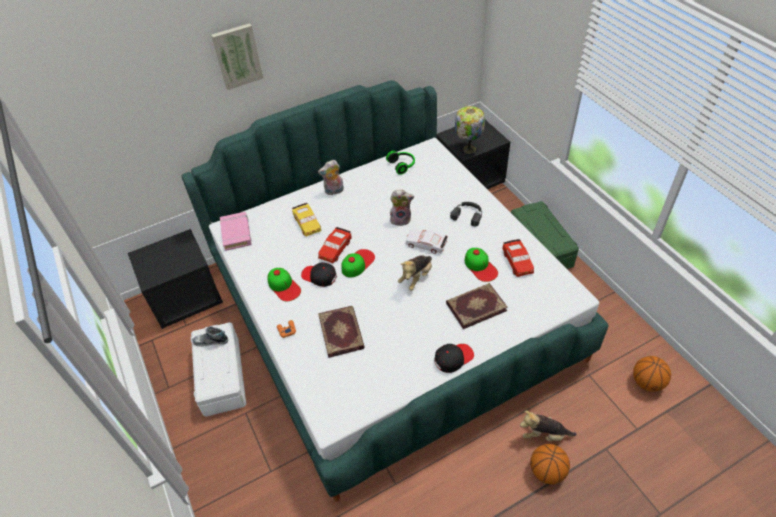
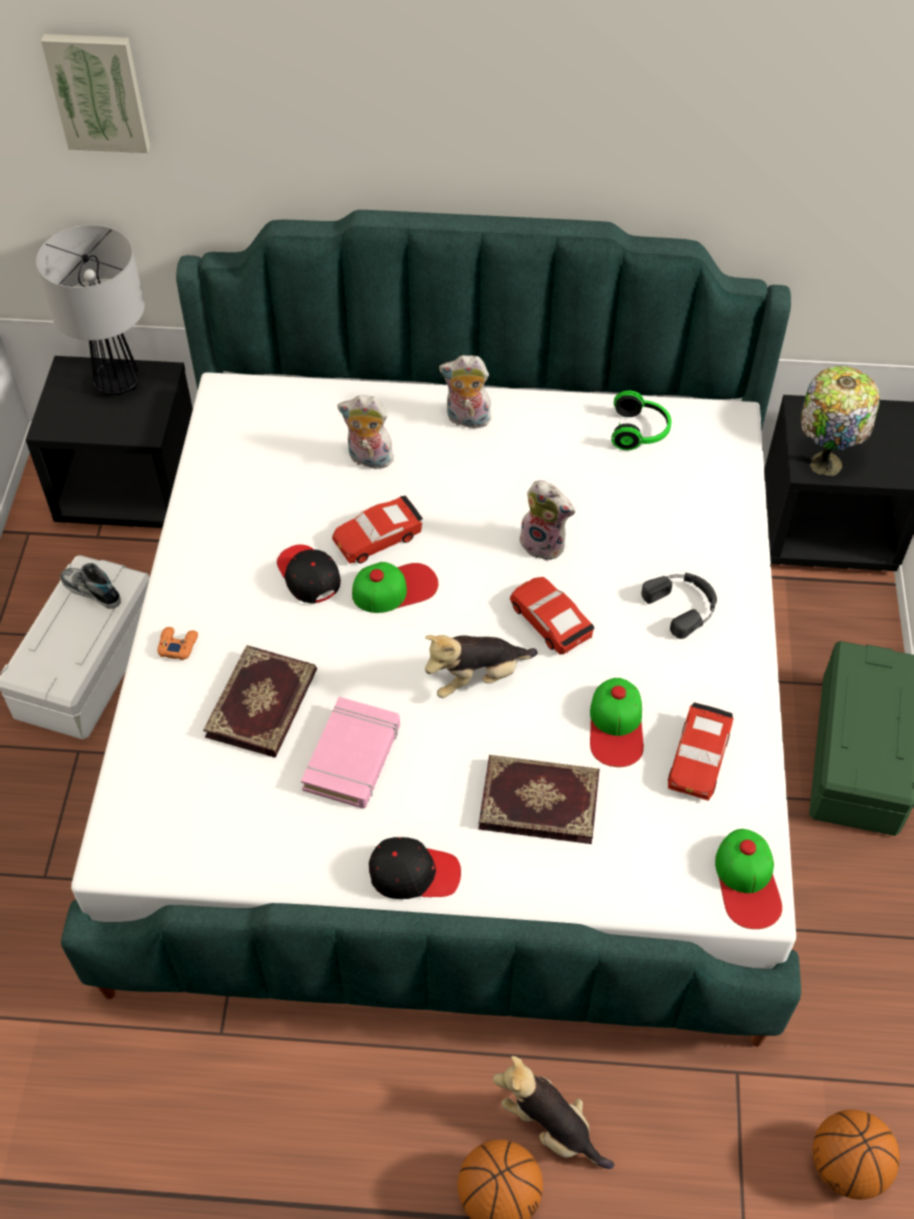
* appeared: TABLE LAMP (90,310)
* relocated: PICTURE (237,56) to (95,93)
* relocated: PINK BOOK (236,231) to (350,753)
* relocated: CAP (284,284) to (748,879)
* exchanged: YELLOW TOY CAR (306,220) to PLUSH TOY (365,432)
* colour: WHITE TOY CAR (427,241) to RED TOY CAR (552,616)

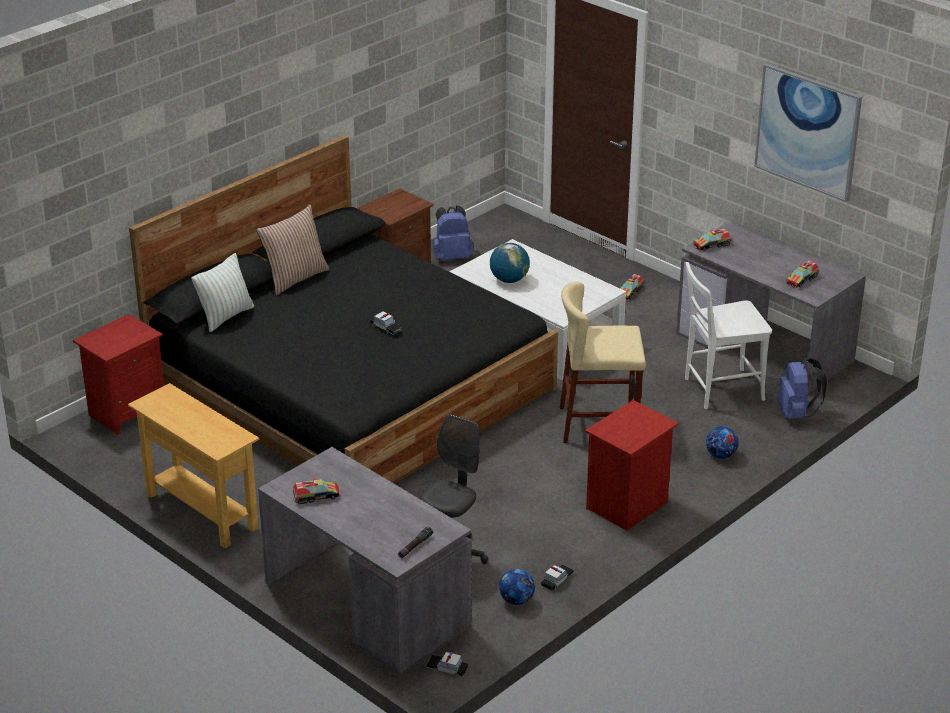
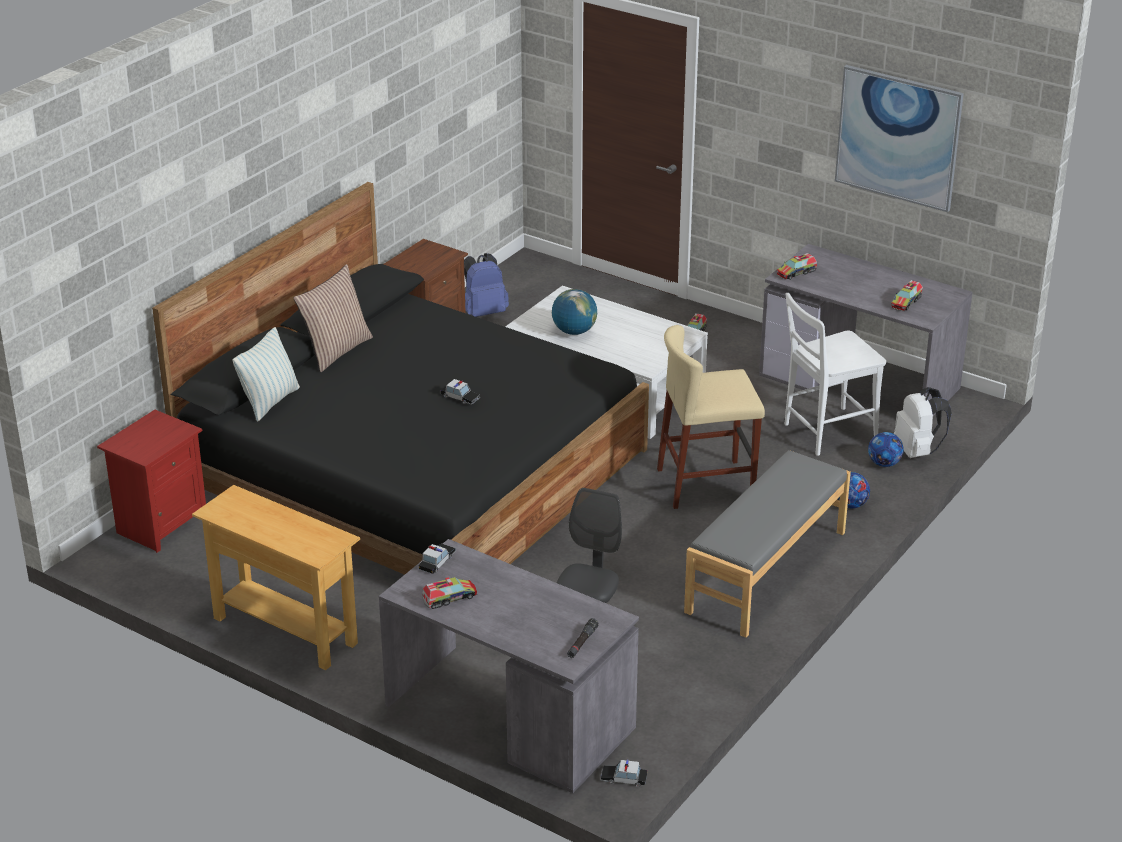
* relocated: FOOTBALL (517,587) to (886,449)
* relocated: TOY CAR (557,577) to (437,558)
* exchanged: RED NIGHTSTAND (632,465) to GREY BENCH (767,544)
* colour: BLUE BACKPACK (802,388) to WHITE BACKPACK (923,422)

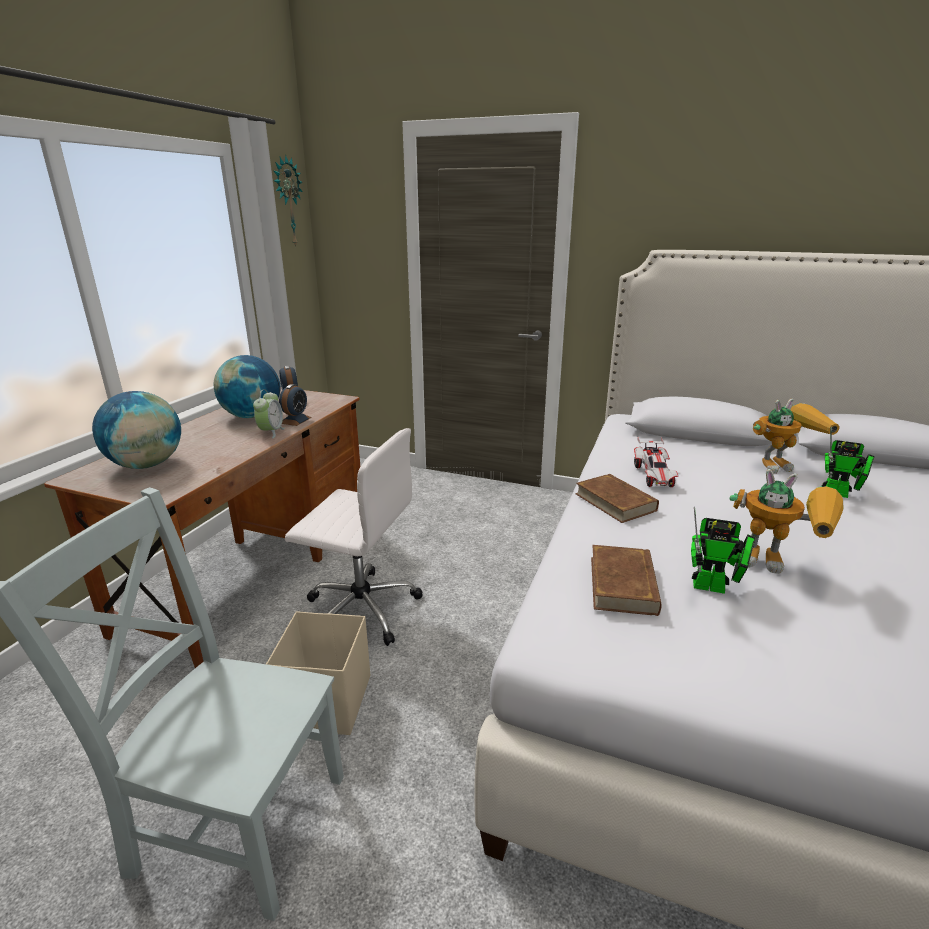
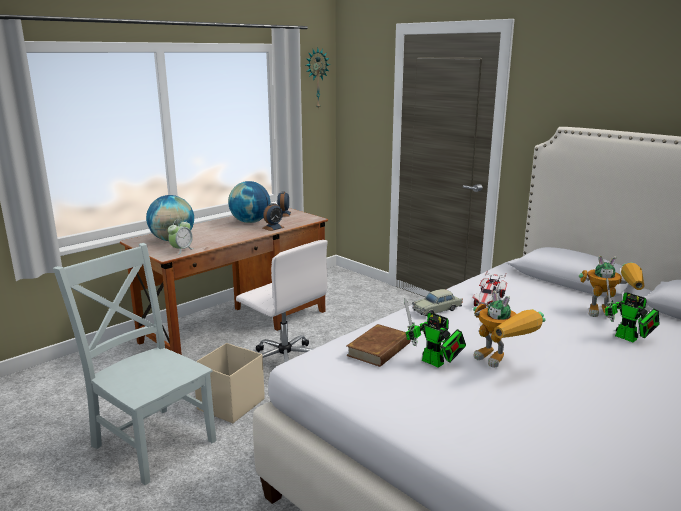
* relocated: ALARM CLOCK (269,413) to (181,236)
* exchanged: BROWN BOOK (617,498) to BEIGE TOY CAR (437,302)

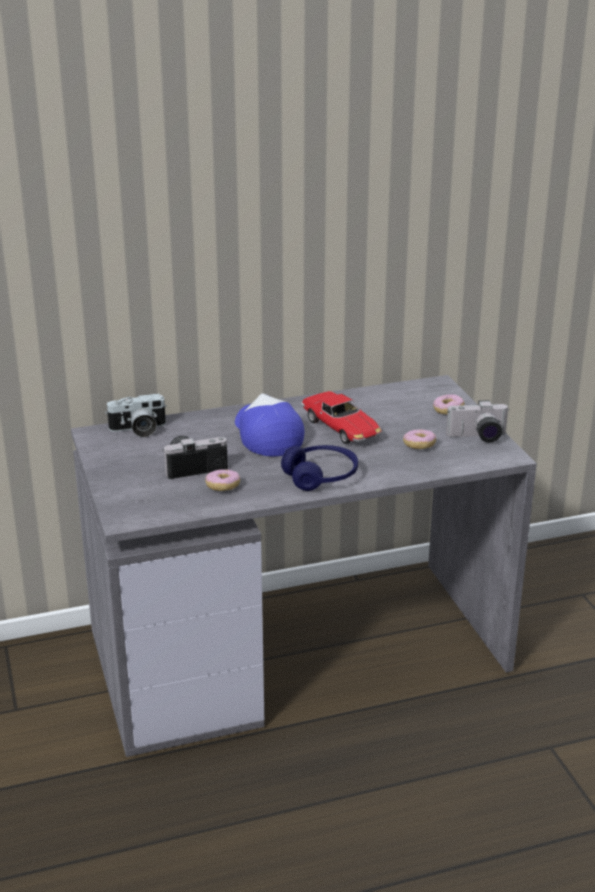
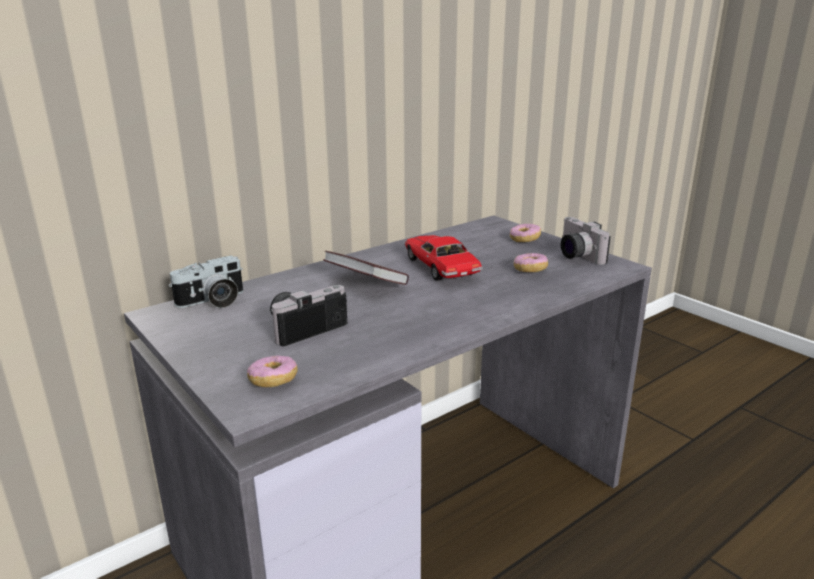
* missing: BLUE HEADPHONES (319,468)
* relocated: DONUT (222,480) to (272,371)
* exchanged: CAP (269,425) to BOOK (366,268)
* spun: TOY CAR (341,417) = (444,258) 150 degrees counterclockwise
* spun: PHOTO CAMERA (477,421) = (586,241) 90 degrees clockwise

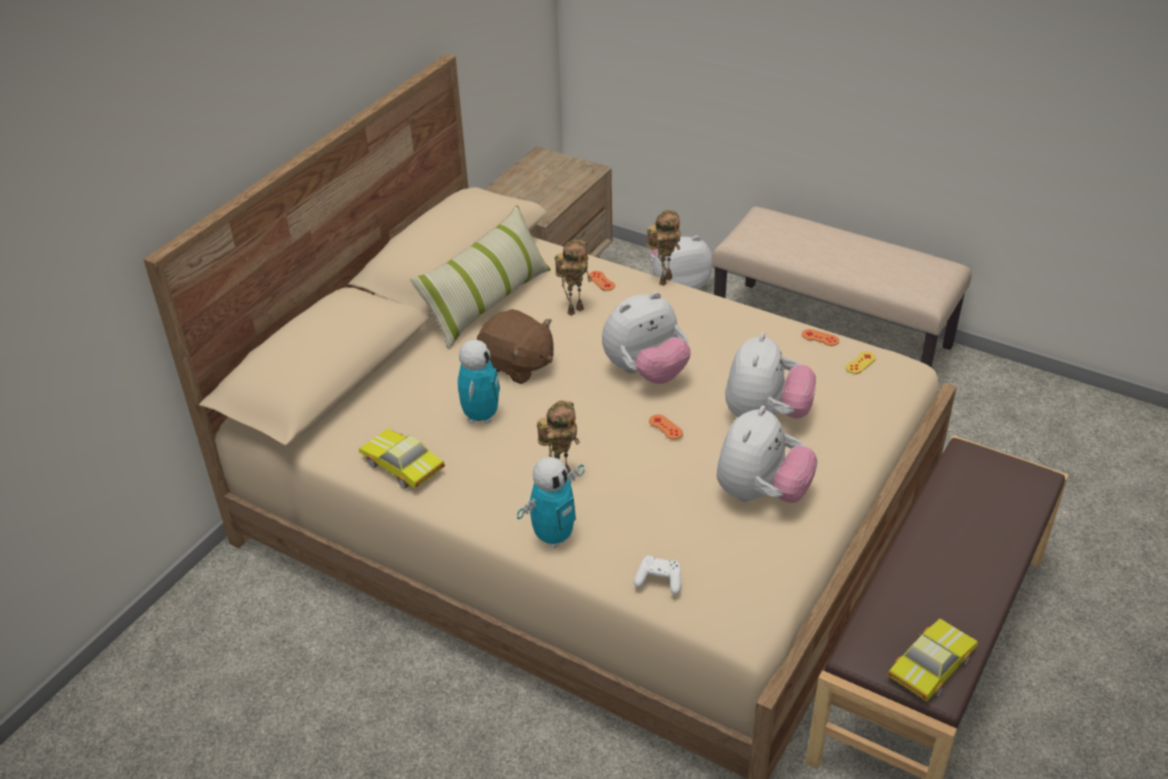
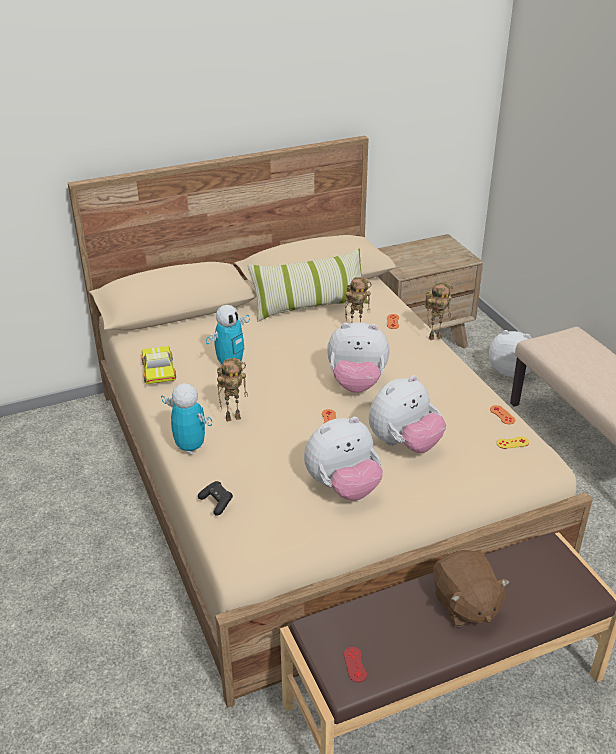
* relocated: BROWN PLUSH TOY (515,346) to (471,588)
* exchanged: TOY CAR (932,660) to RED GAME CONTROLLER (355,664)
* colour: WHITE GAME CONTROLLER (657,575) to BLACK GAME CONTROLLER (215,498)
* spun: TOY ROBOT (551,503) = (186,419) 135 degrees counterclockwise

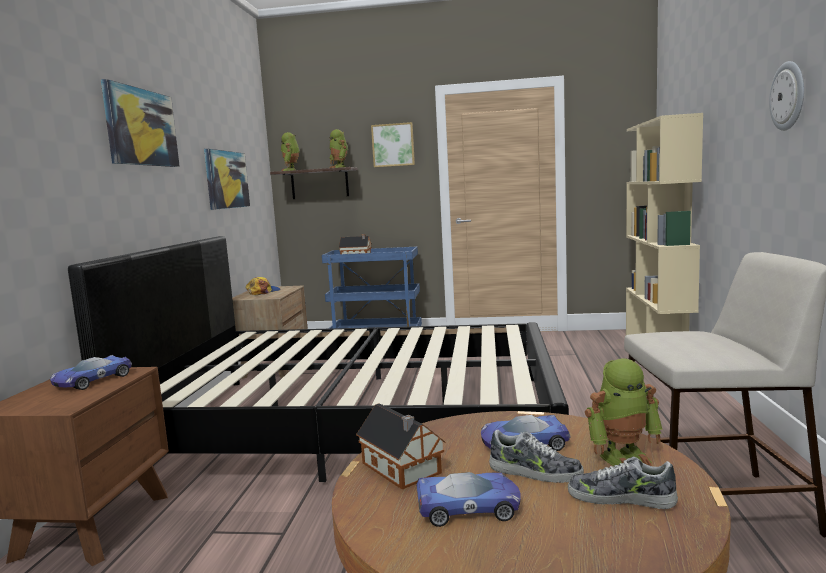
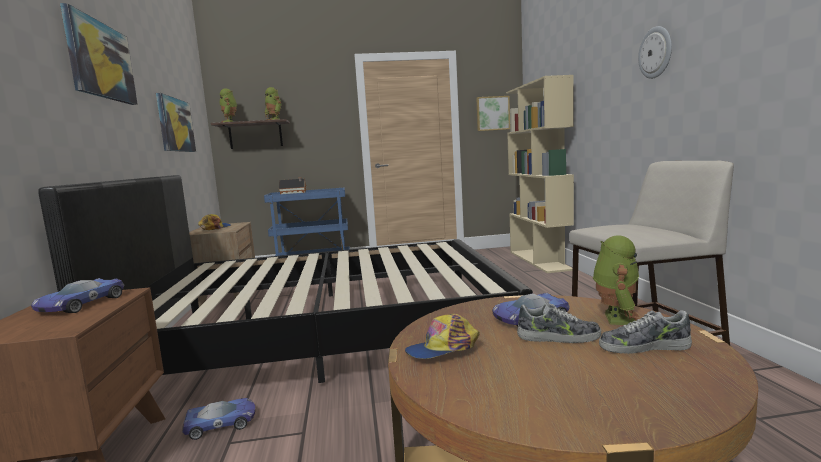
* relocated: PICTURE (393,144) to (493,113)
* relocated: TOY CAR (468,499) to (218,419)
* exchanged: TOY HOUSE (401,446) to CAP (442,336)
* spun: TOY ROBOT (624,412) = (616,280) 45 degrees counterclockwise

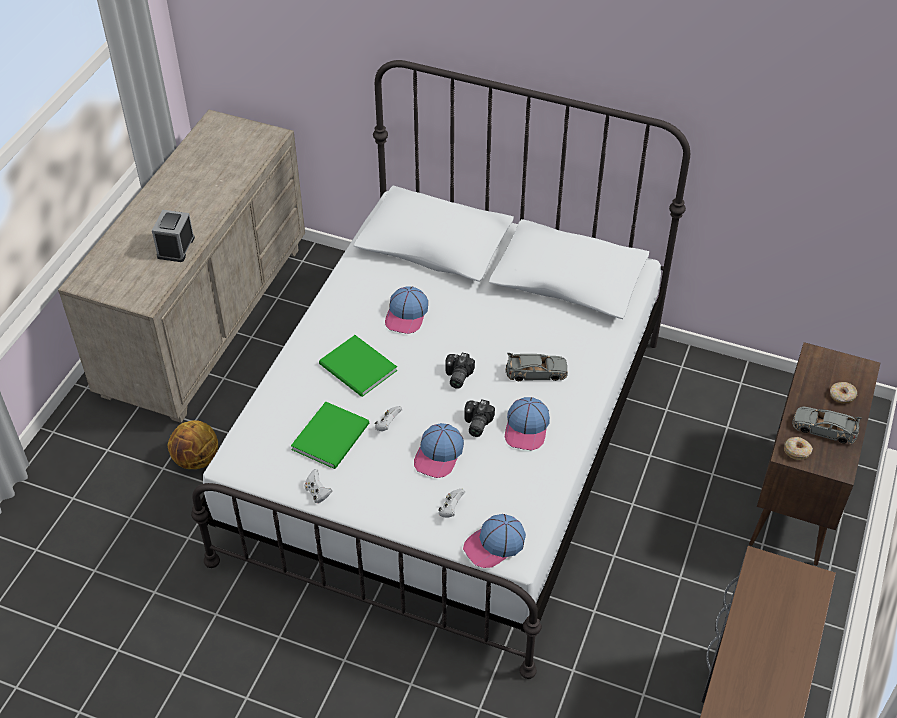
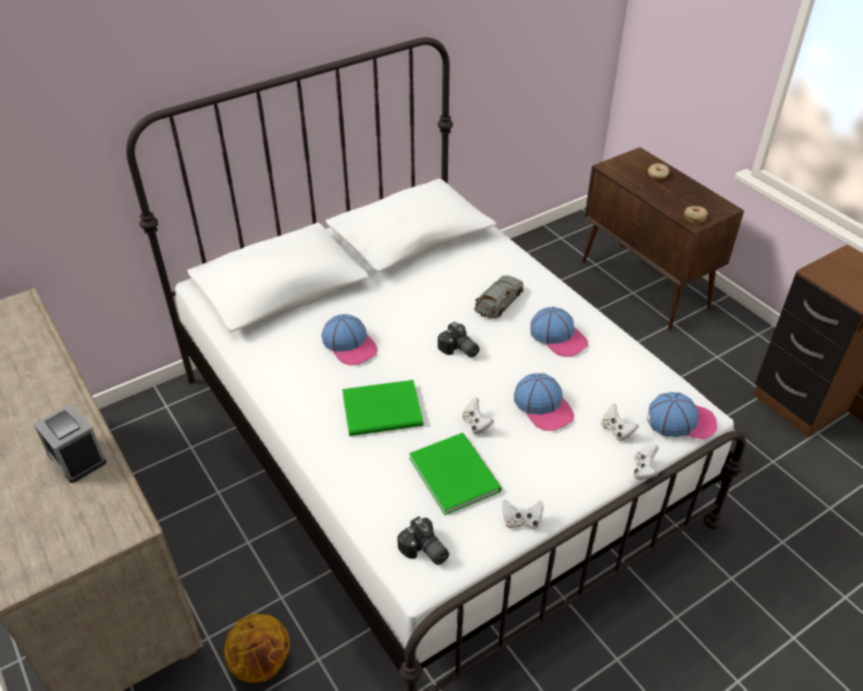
* missing: GREY TOY CAR (827,425)
* appeared: WHITE GAME CONTROLLER (646,462)
* relocated: PHOTO CAMERA (479,418) to (423,540)
* spun: CAP (494,541) = (682,415) 90 degrees counterclockwise

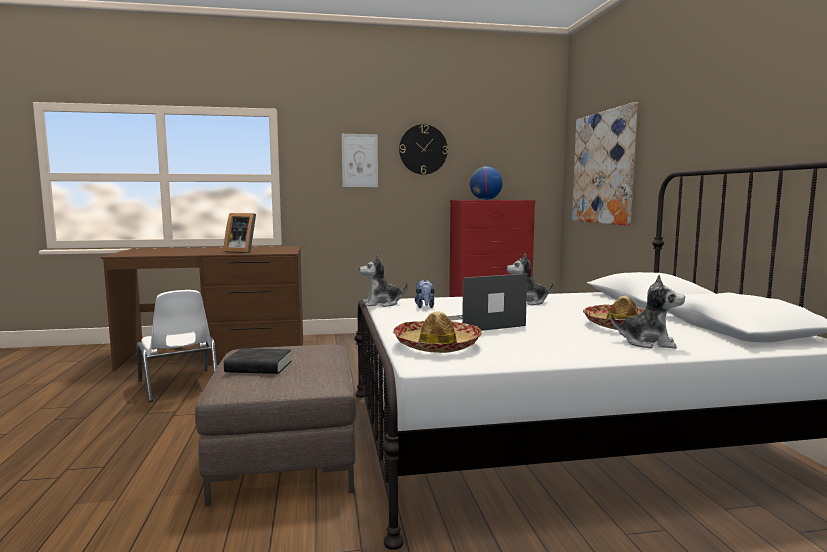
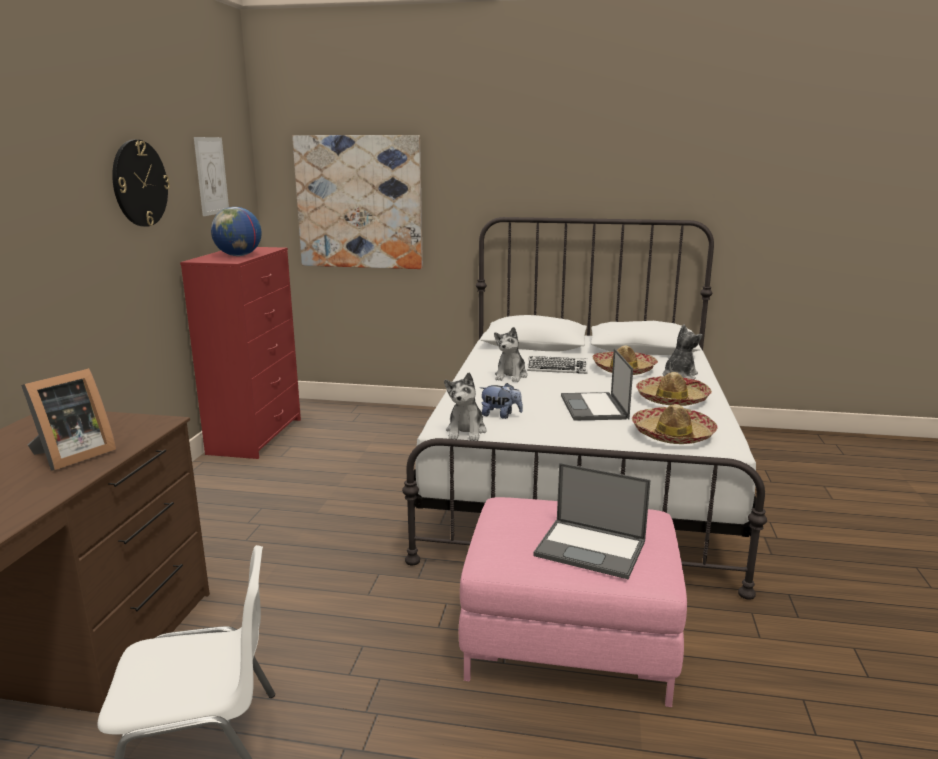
* appeared: KEYBOARD (557,365)
* appeared: HAT (674,389)
* relocated: PICTURE (360,160) to (211,176)
* exchanged: BLACK BOOK (257,361) to LAPTOP (591,521)
* colour: BROWN OTTOMAN (275,426) to PINK OTTOMAN (573,602)

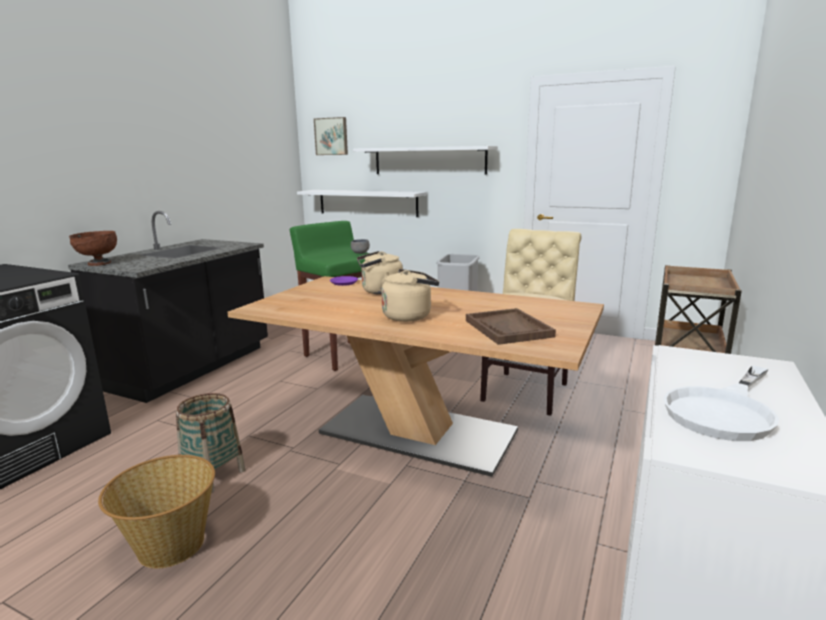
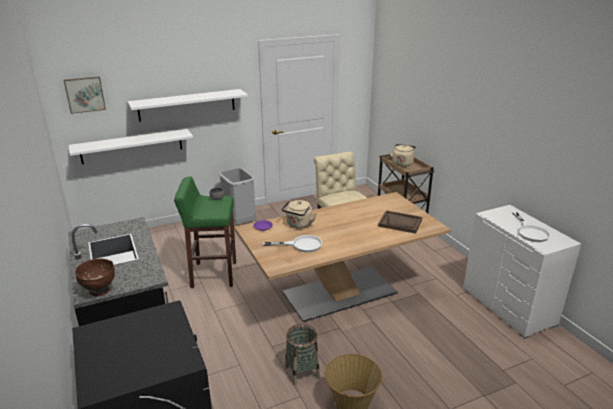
* appeared: WHITE FRYING PAN (292,243)
* relocated: BEIGE KETTLE (410,295) to (402,155)

